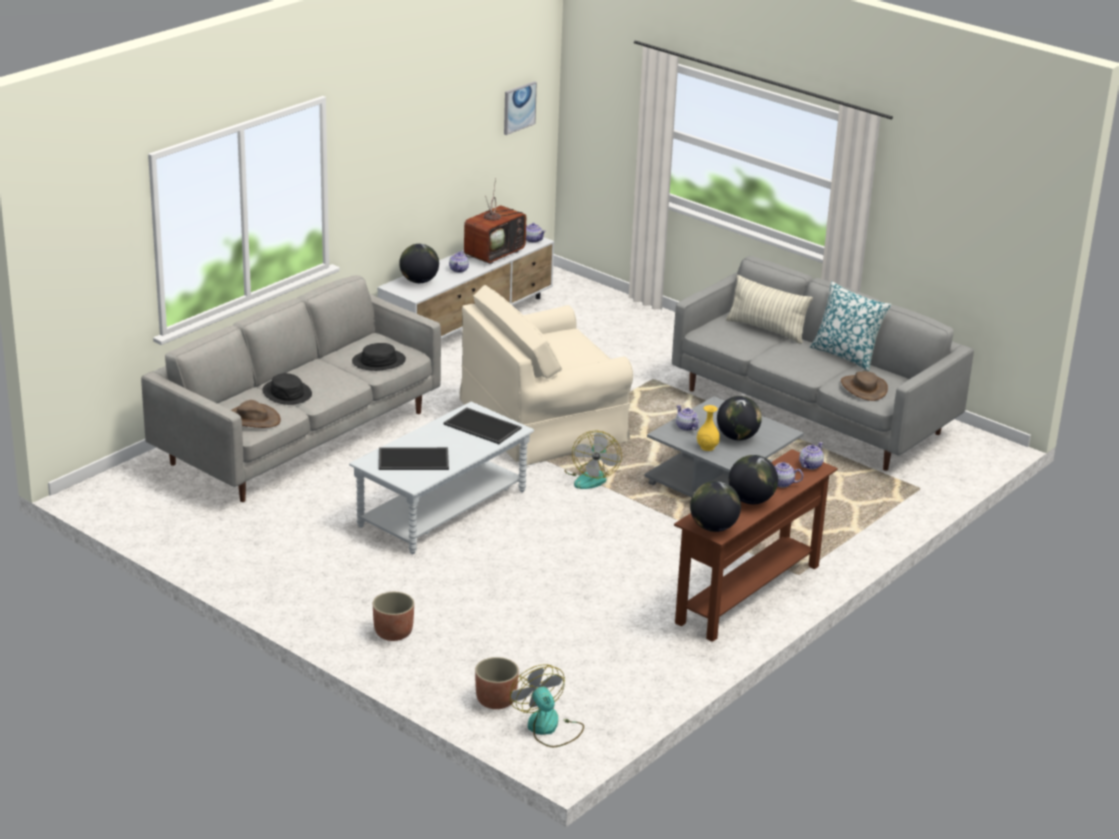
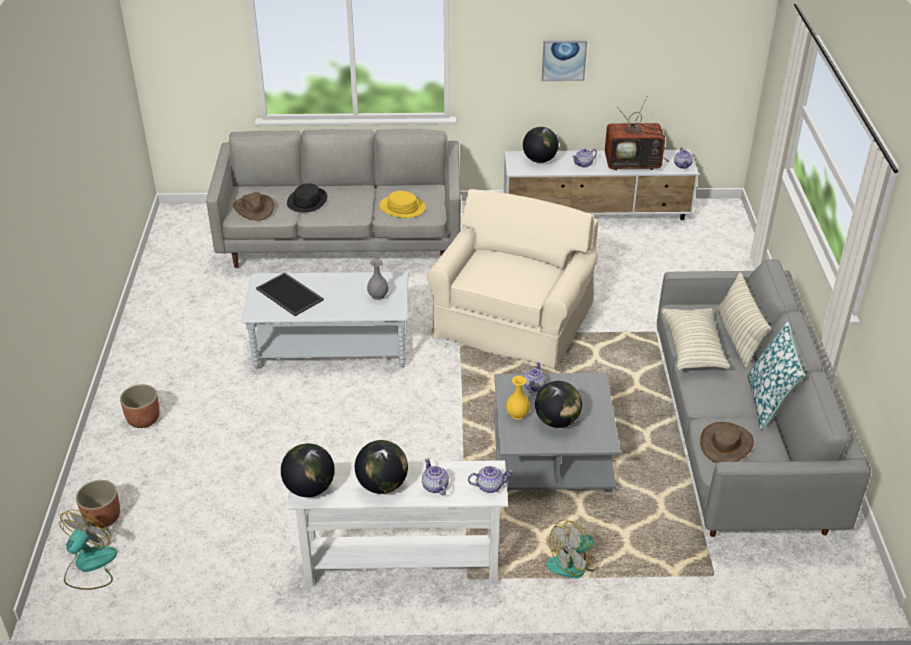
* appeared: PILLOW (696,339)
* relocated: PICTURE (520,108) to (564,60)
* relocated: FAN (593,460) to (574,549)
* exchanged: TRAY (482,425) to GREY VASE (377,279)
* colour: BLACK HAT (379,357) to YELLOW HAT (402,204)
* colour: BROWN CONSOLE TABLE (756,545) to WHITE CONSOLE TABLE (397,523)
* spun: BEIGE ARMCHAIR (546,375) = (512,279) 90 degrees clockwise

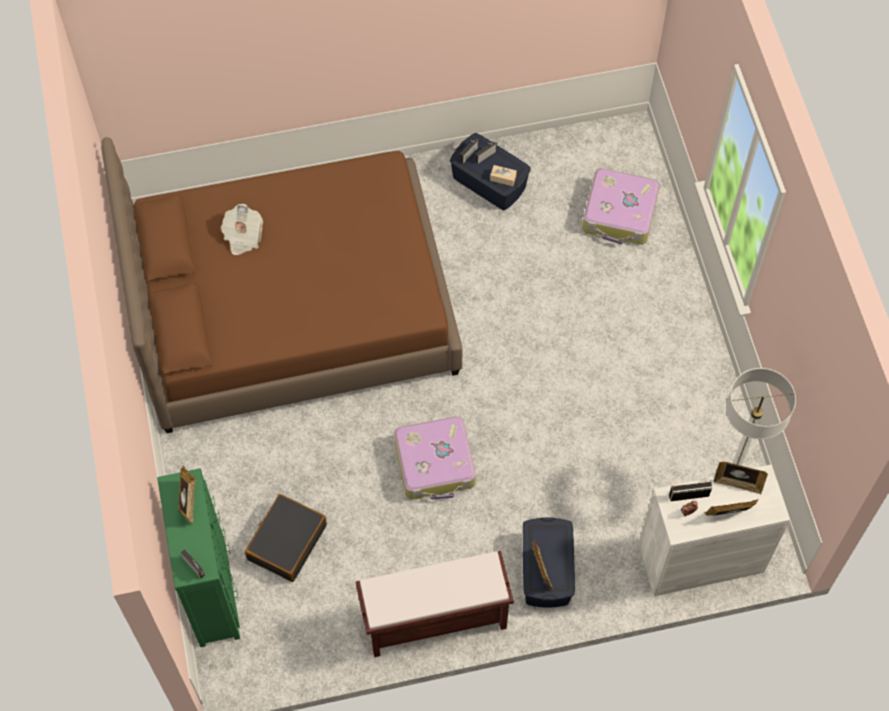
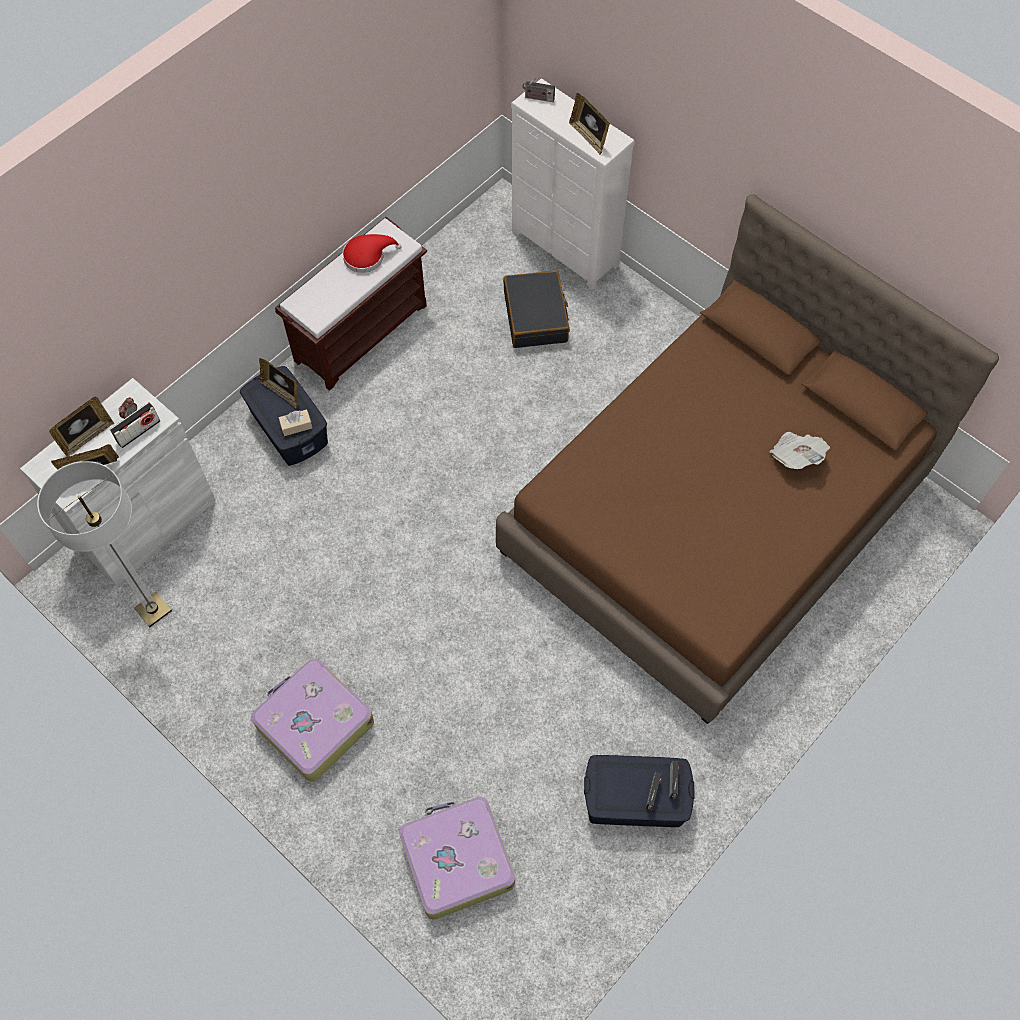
* appeared: RED HAT (372,253)
* relocated: SUITCASE (435,457) to (312,720)
* relocated: BEIGE TISSUE BOX (503,175) to (295,422)
* colour: GREEN DRESSER (198,557) to WHITE DRESSER (573,183)

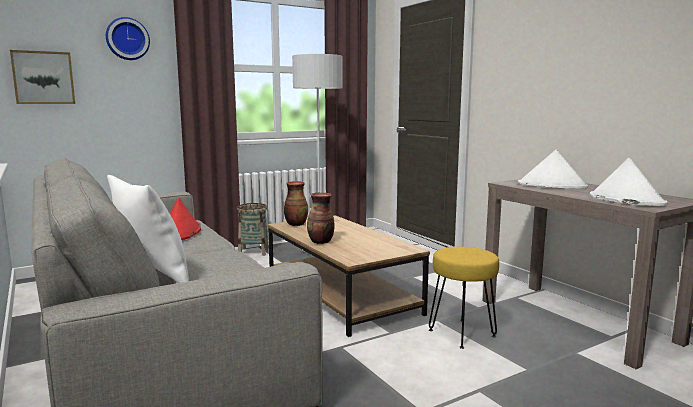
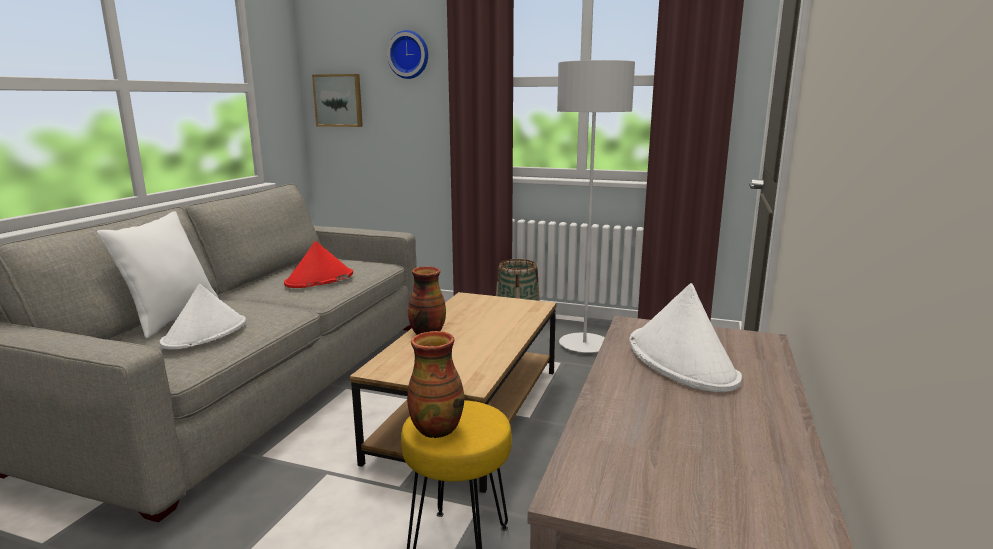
* relocated: VASE (296,203) to (435,384)
* relocated: WHITE HAT (629,182) to (203,317)

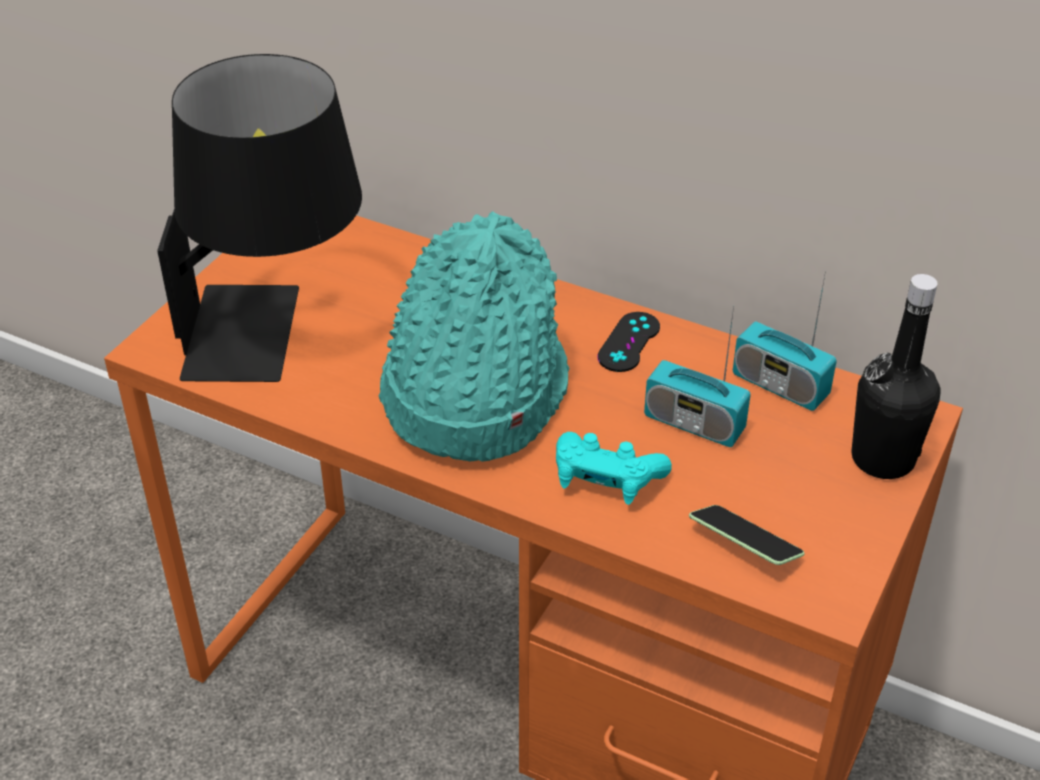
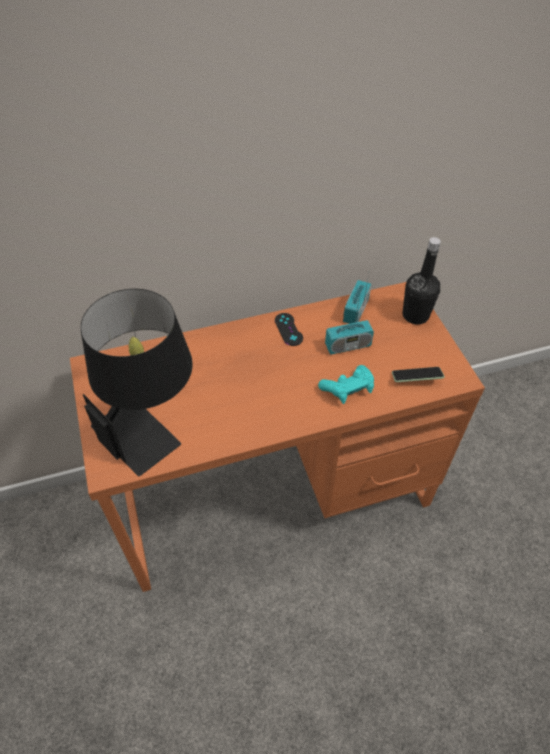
* missing: TURQUOISE HAT (474,336)
* spun: RADIO (785,341) = (357,299) 120 degrees clockwise

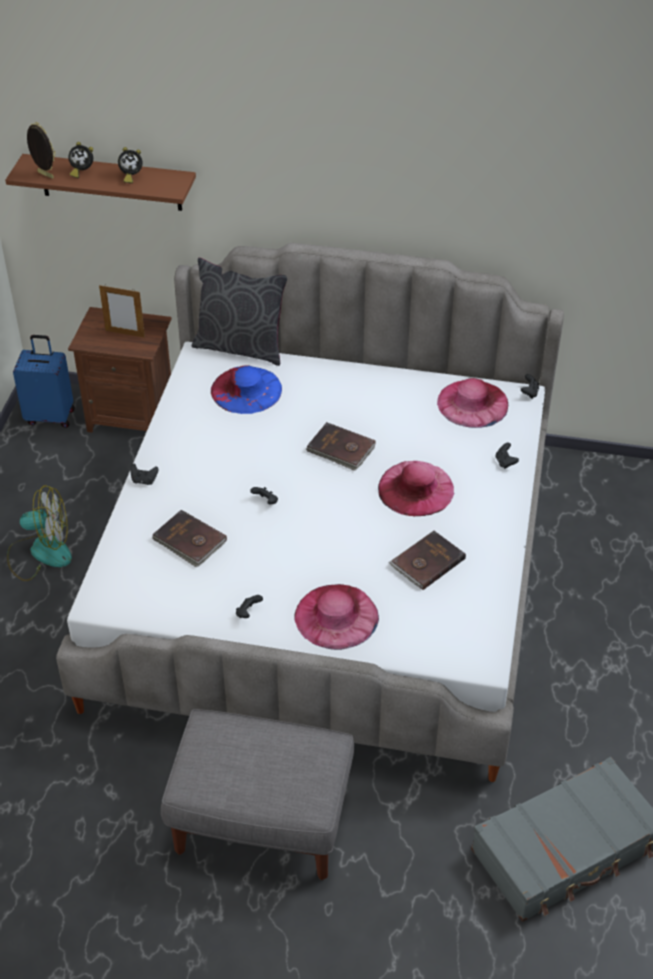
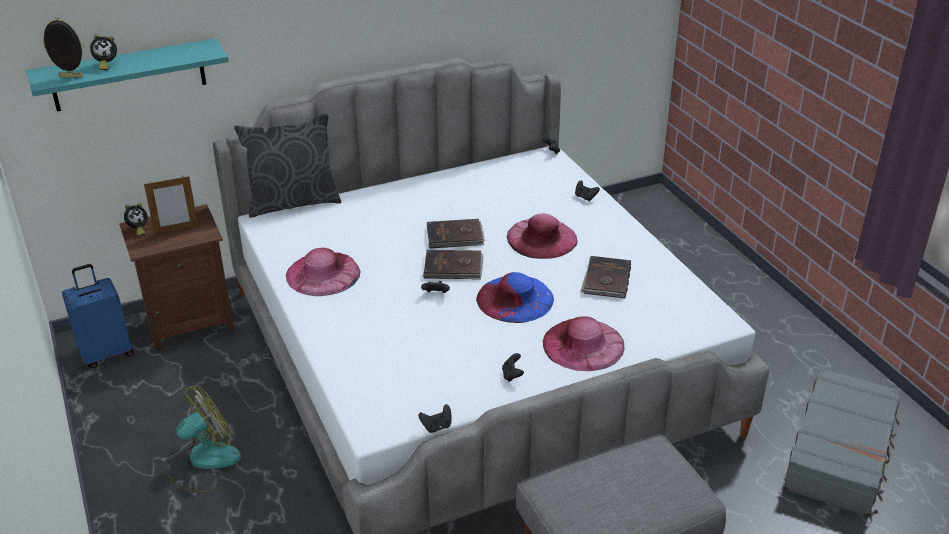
* relocated: ALARM CLOCK (130,165) to (136,219)
* relocated: BLACK GAME CONTROLLER (144,474) to (435,418)
* relocated: BROWN BOOK (189,538) to (453,265)
* relocated: BLUE HAT (246,389) to (515,297)
* relocated: PINK HAT (472,403) to (323,272)
* colour: BROWN SHELF (100,182) to TURQUOISE SHELF (127,75)

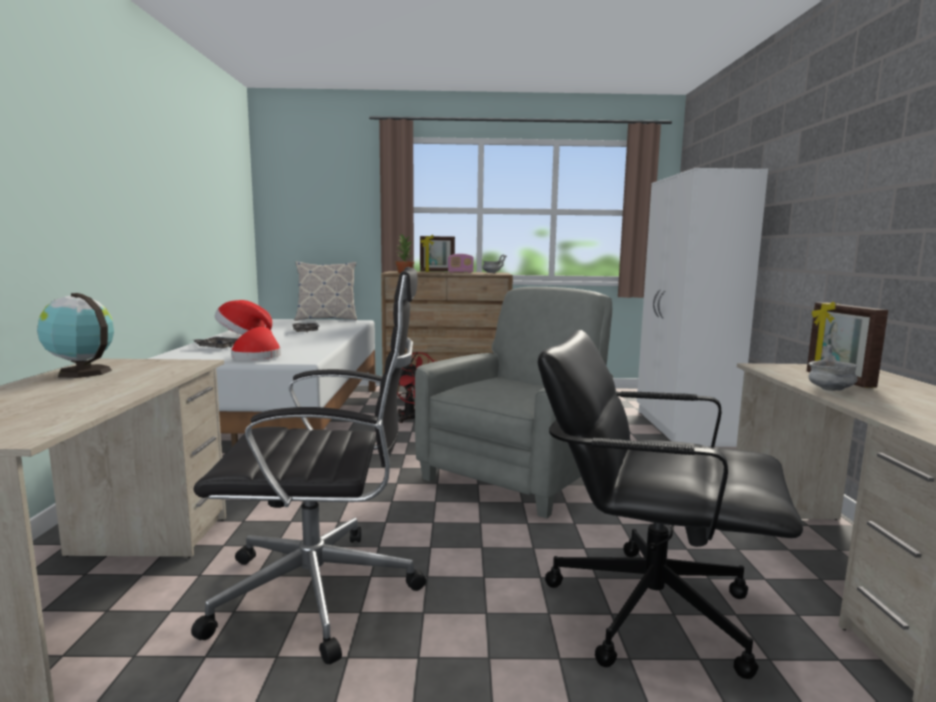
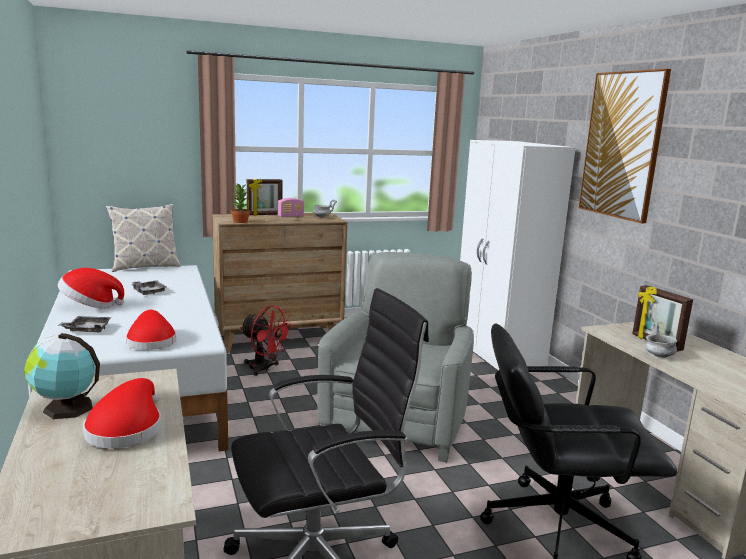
* appeared: RED HAT (122,413)
* appeared: PICTURE (625,146)

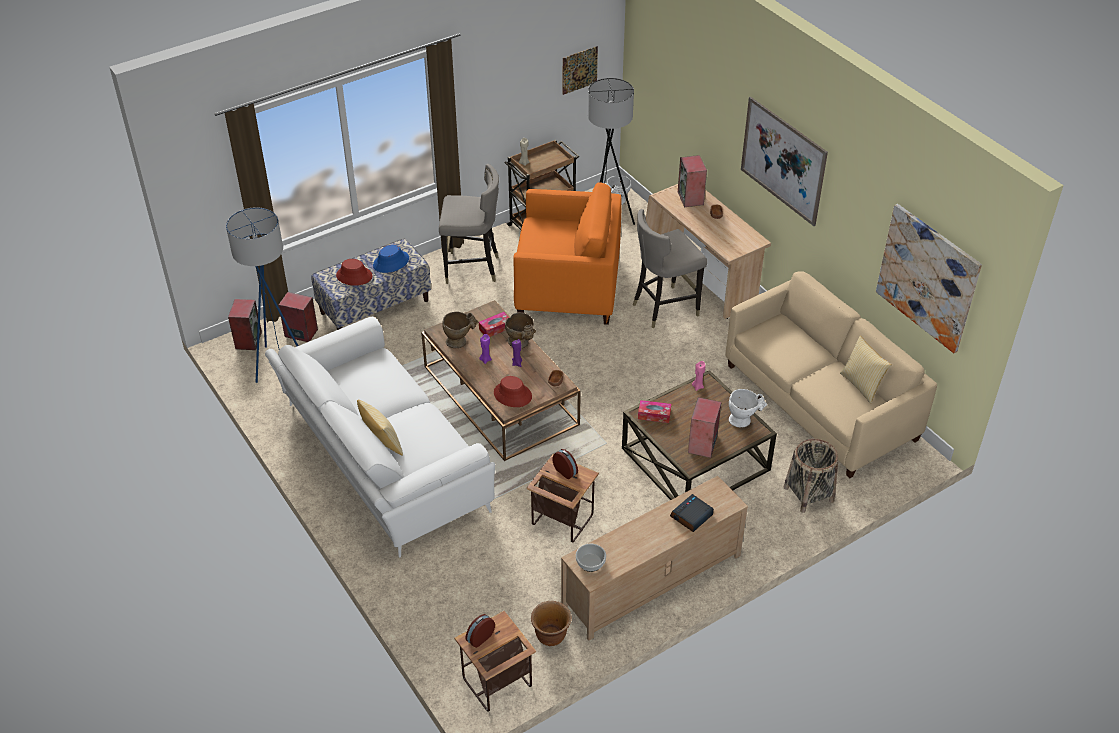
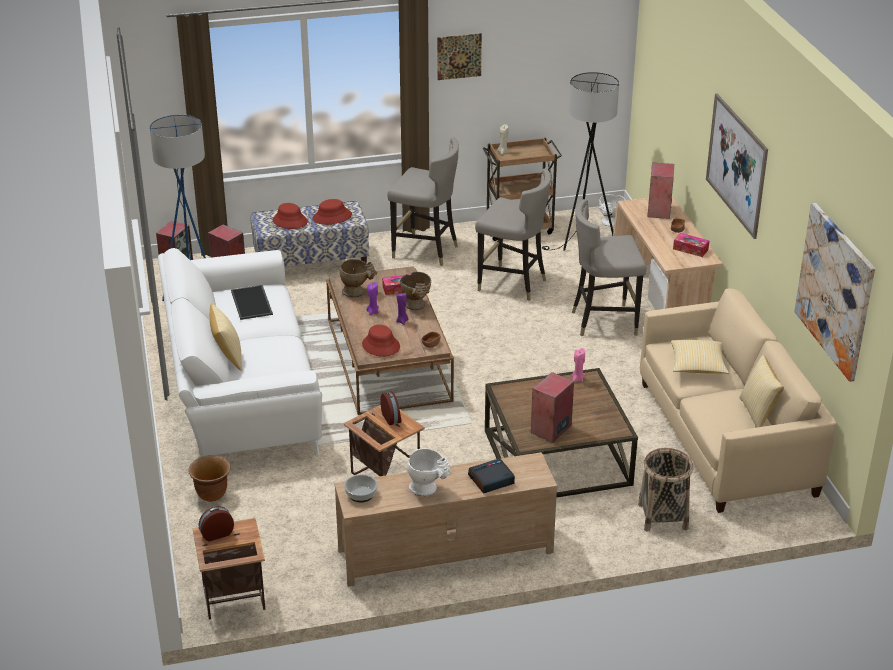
* appeared: TRAY (252,302)
* appeared: PILLOW (700,357)
* relocated: BROWN PLANTER (551,623) to (209,478)
* relocated: PICTURE (580,70) to (459,56)
* relocated: TISSUE BOX (654,411) to (691,245)
* relocated: WHITE VASE (748,408) to (429,472)
* exchanged: ORANGE ARMCHAIR (568,253) to GREY STOOL (513,234)
* colour: BLUE HAT (391,259) to RED HAT (332,212)

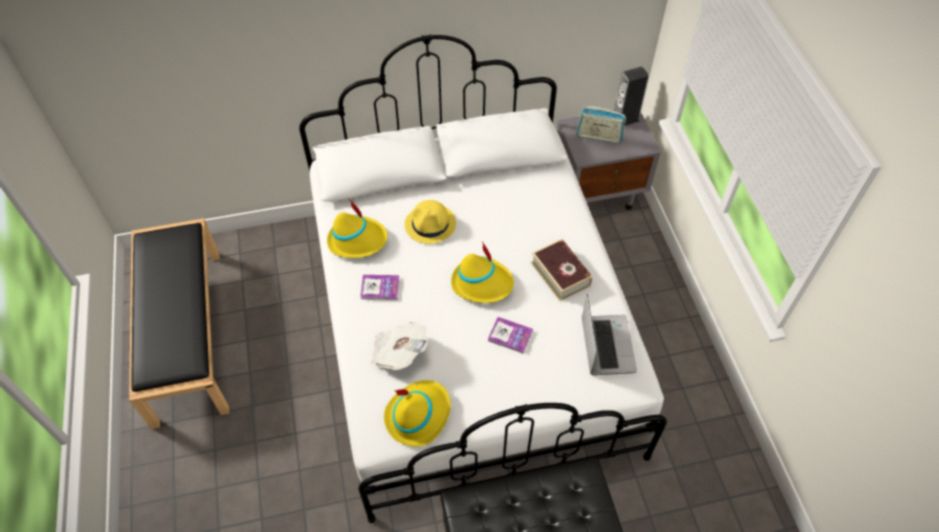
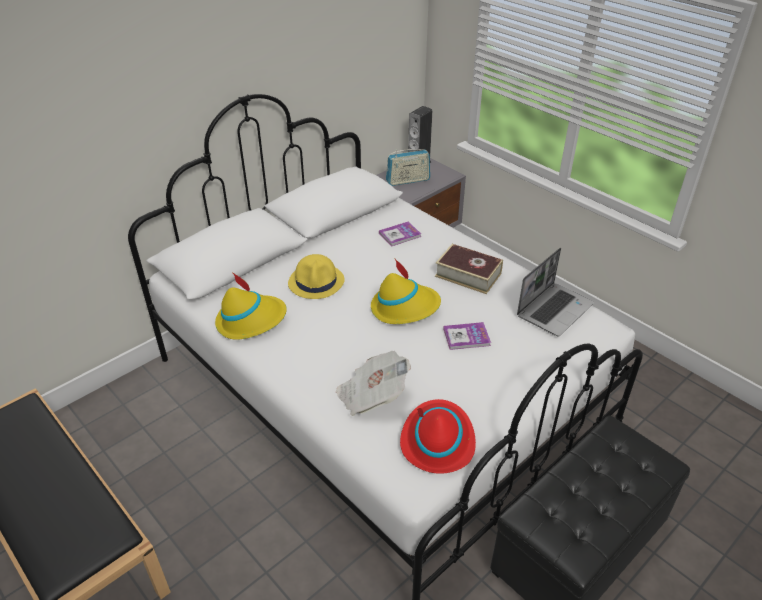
* relocated: BOOK (379,287) to (400,234)
* colour: YELLOW HAT (417,413) to RED HAT (438,436)
* spun: LAPTOP (609,334) = (555,292) 75 degrees clockwise

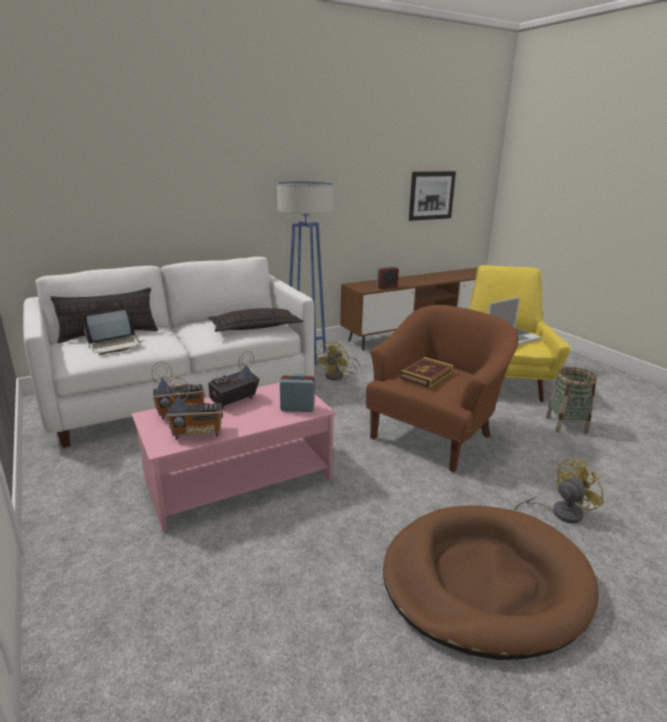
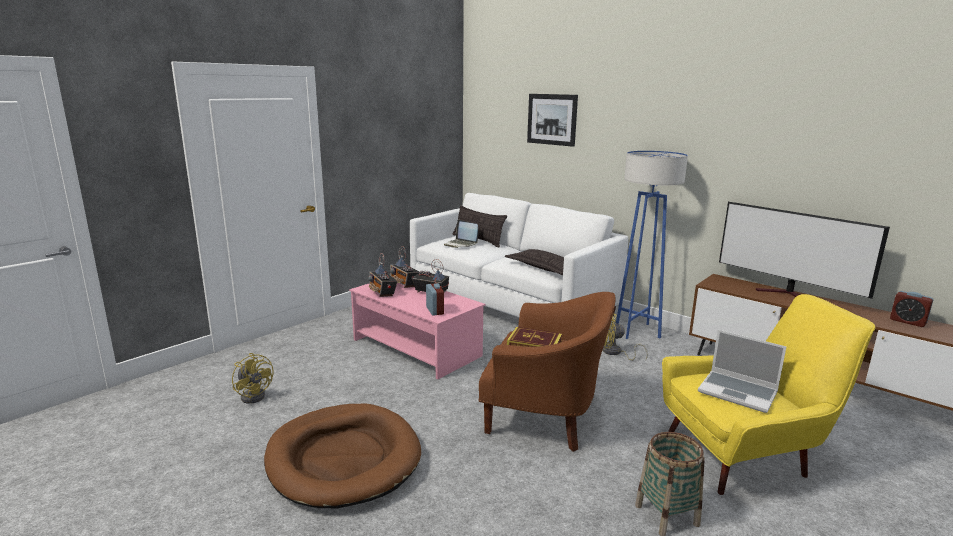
* appeared: TELEVISION (804,250)
* relocated: ALARM CLOCK (387,277) to (911,309)
* relocated: PICTURE (432,196) to (552,120)
* relocated: YELLOW FAN (559,491) to (252,378)

